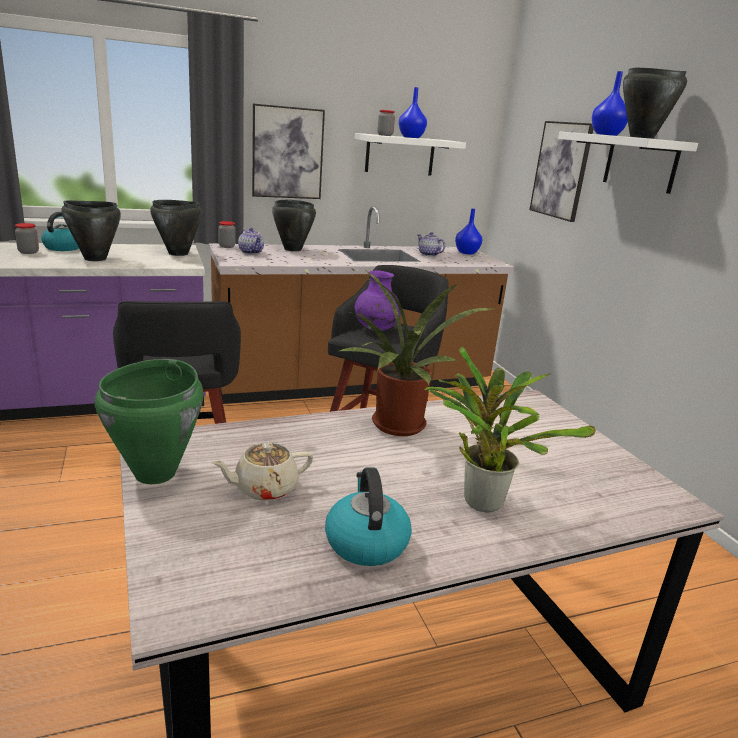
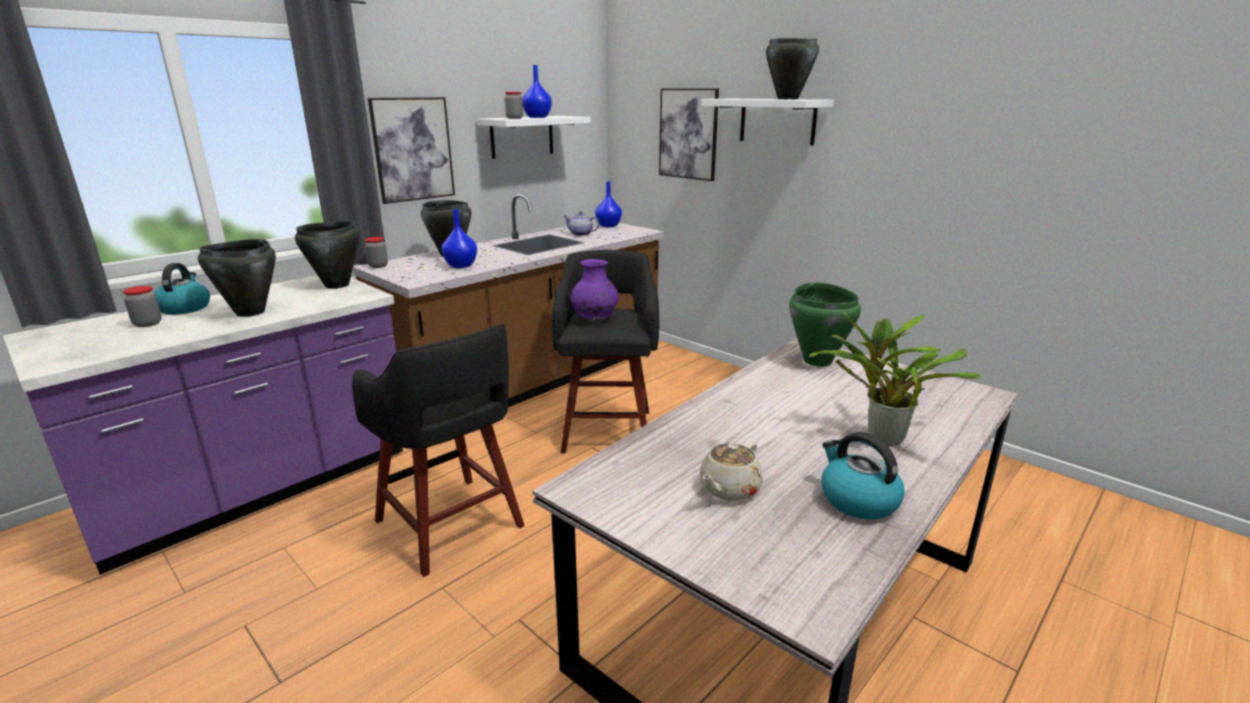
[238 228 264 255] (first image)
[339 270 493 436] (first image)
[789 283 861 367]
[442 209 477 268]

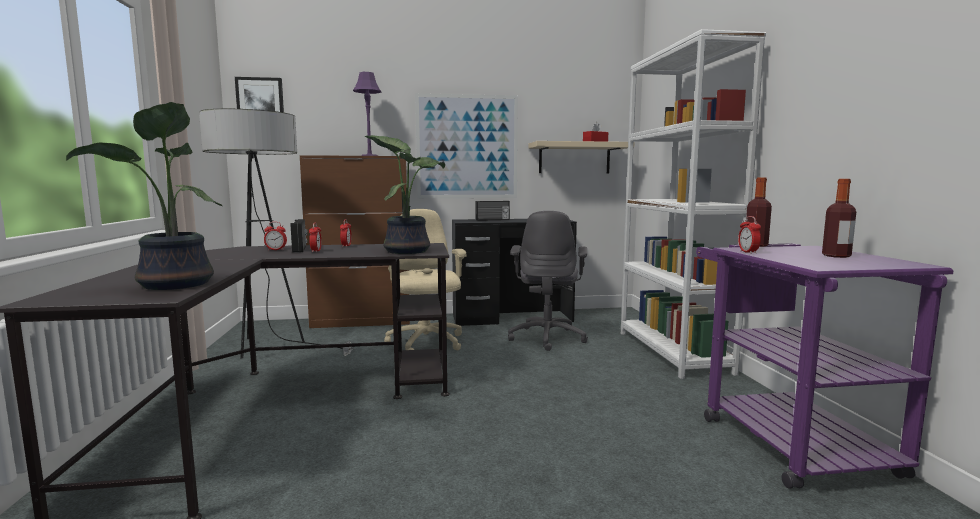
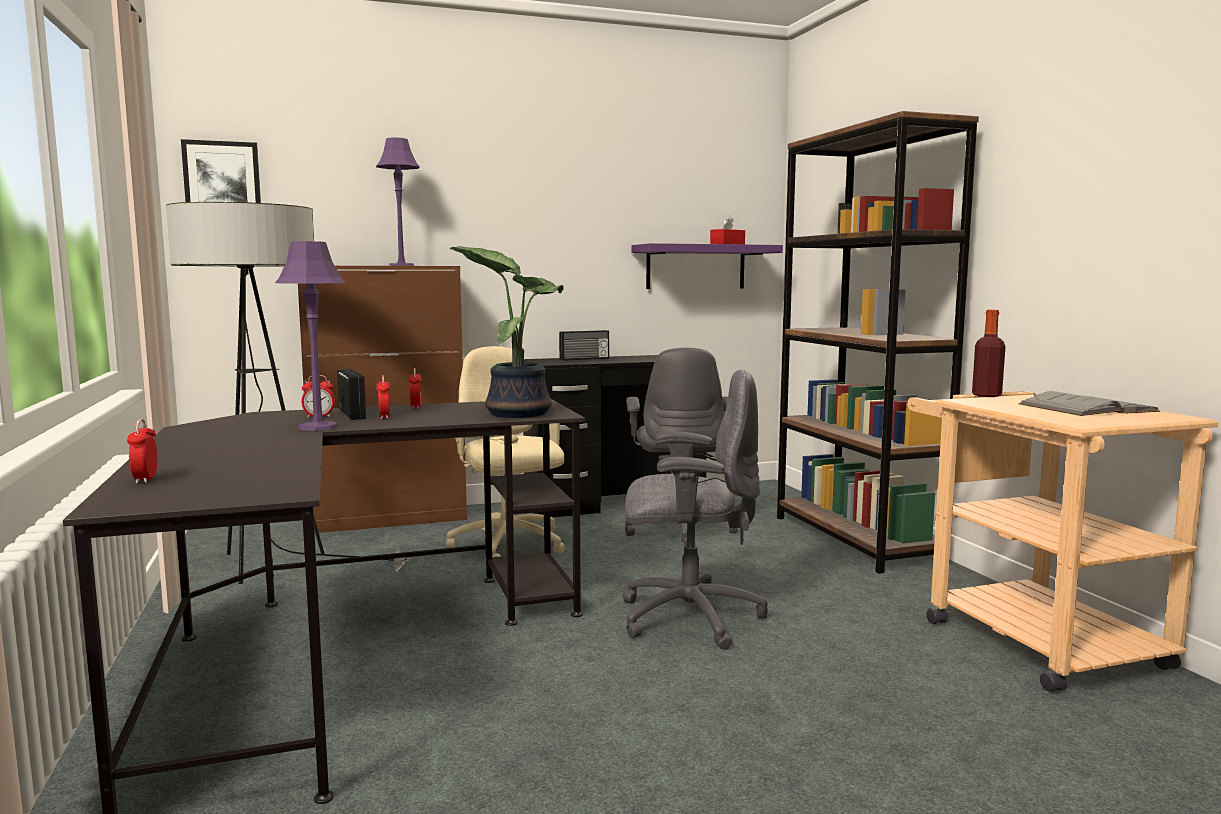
[66 102 222 290] (first image)
[415 93 518 198] (first image)
[275 241 346 431]
[623 369 768 650]
[127 419 158 484]
[1018 391 1160 416]
[631 243 783 289]
[777 111 979 574]
[907 391 1218 692]

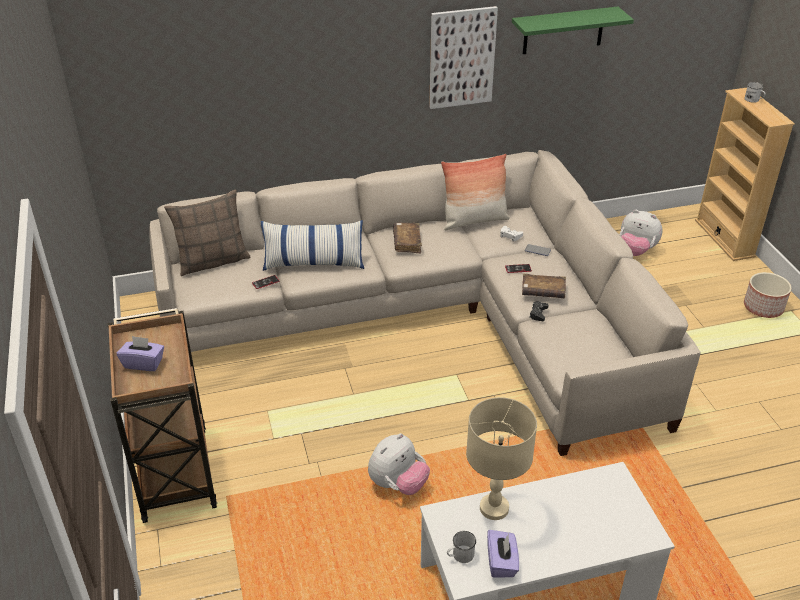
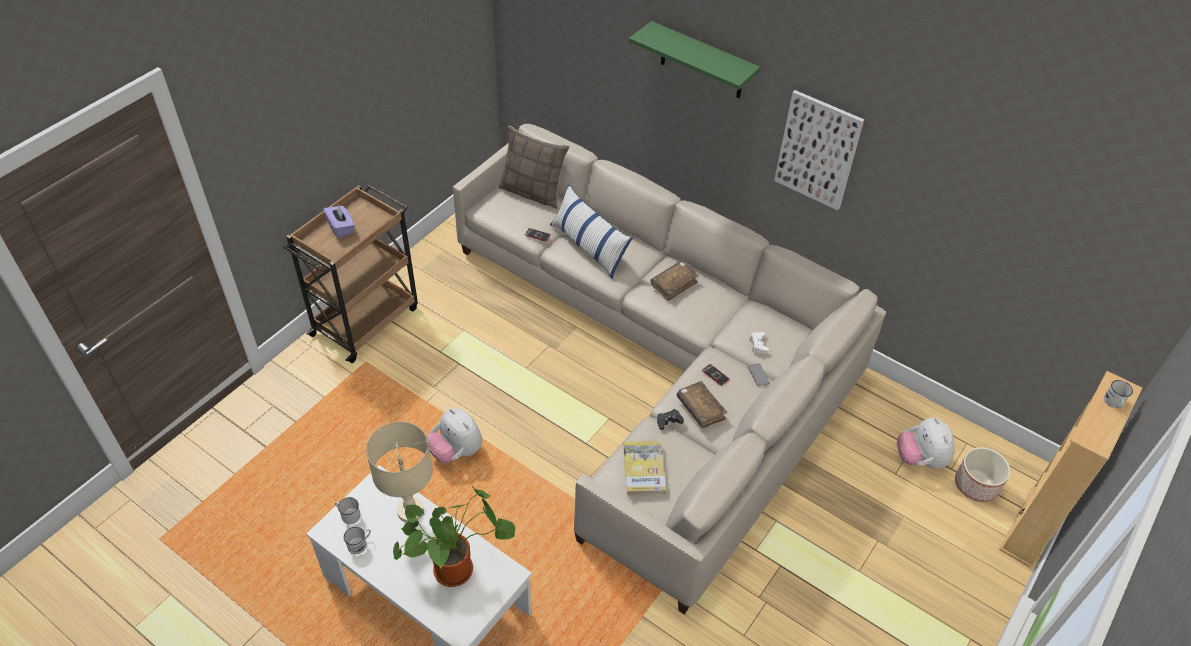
[441 154 510 230] (first image)
[393 486 515 587]
[623 441 666 496]
[629 21 760 98]
[955 447 1010 502]
[344 527 371 554]
[427 408 482 464]

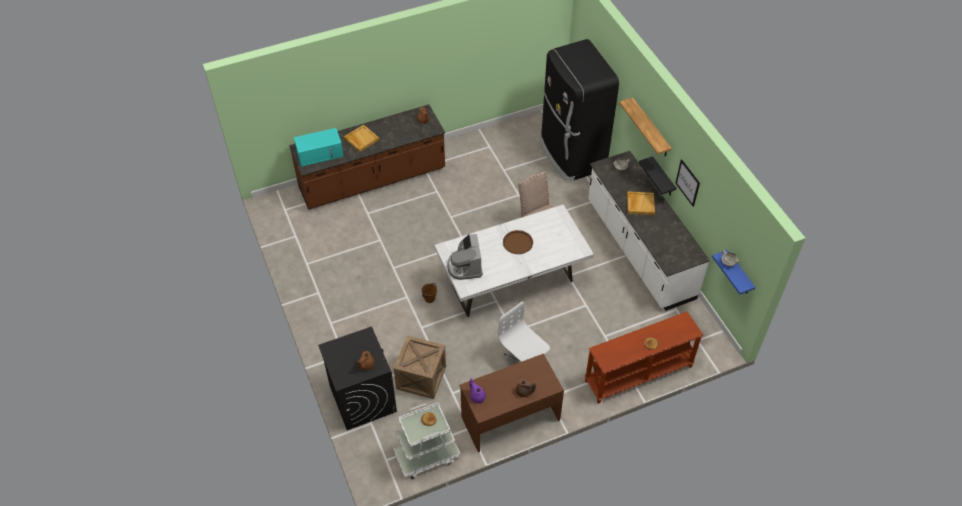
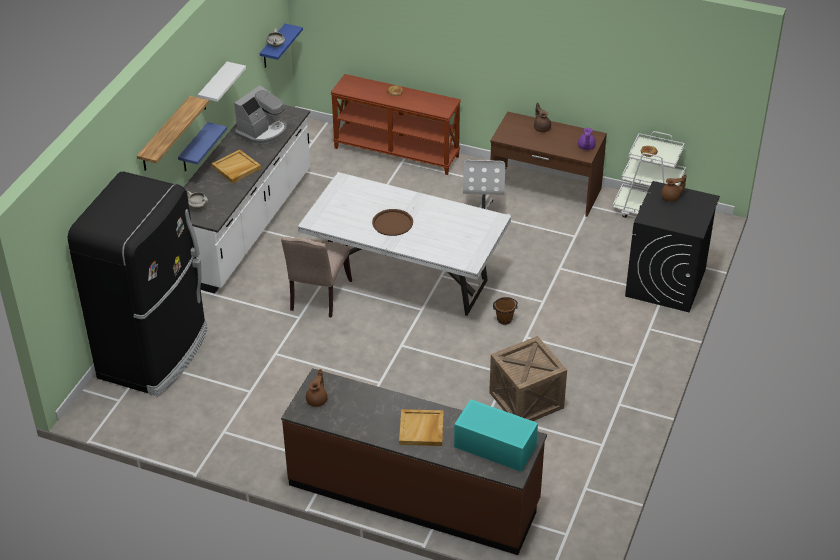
[489 336 567 421]
[234 85 287 144]
[198 62 246 110]
[178 122 227 172]

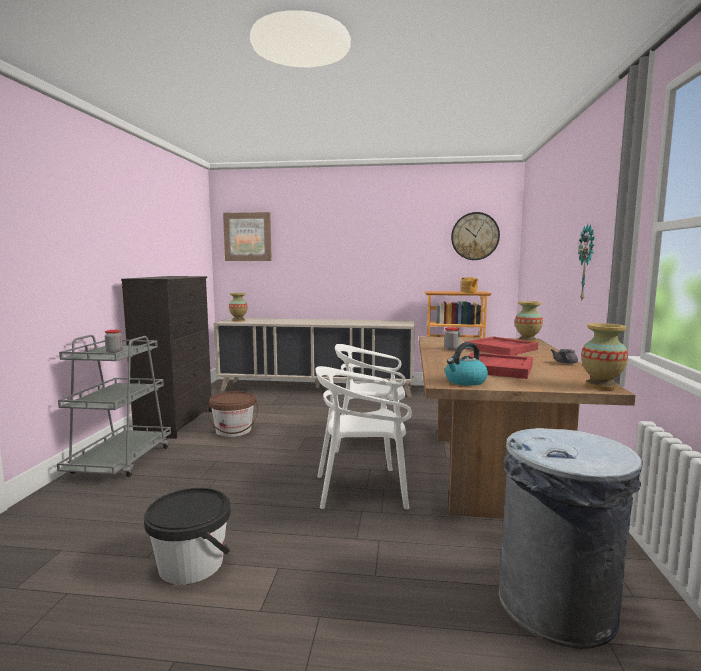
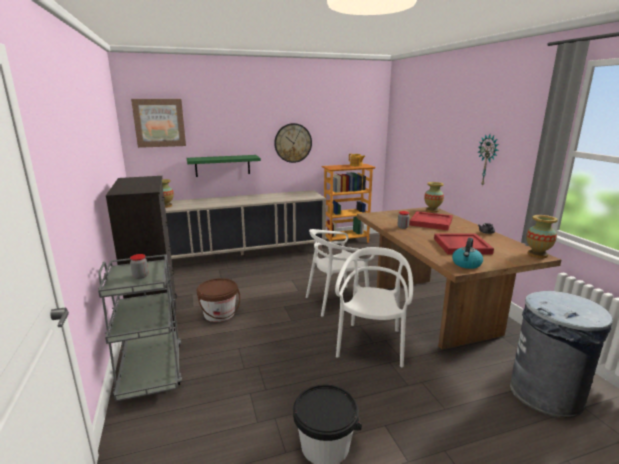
[187 155 261 177]
[274 123 312 163]
[335 247 413 367]

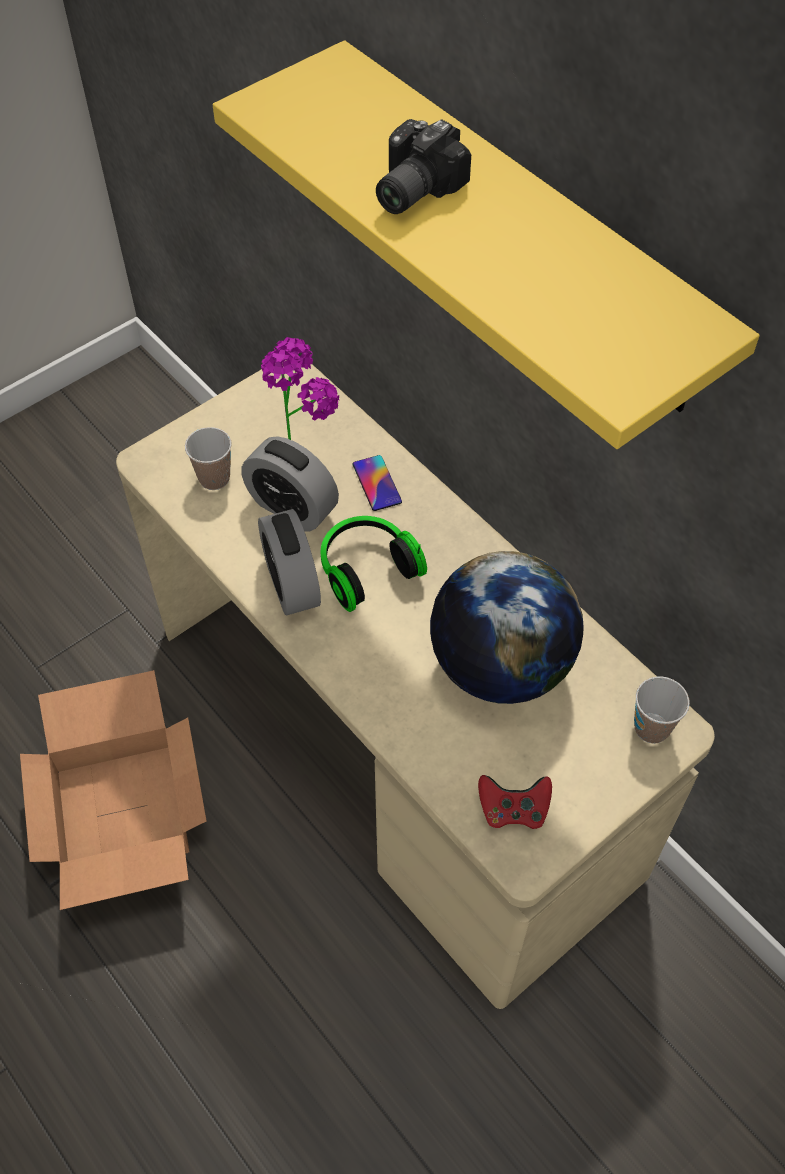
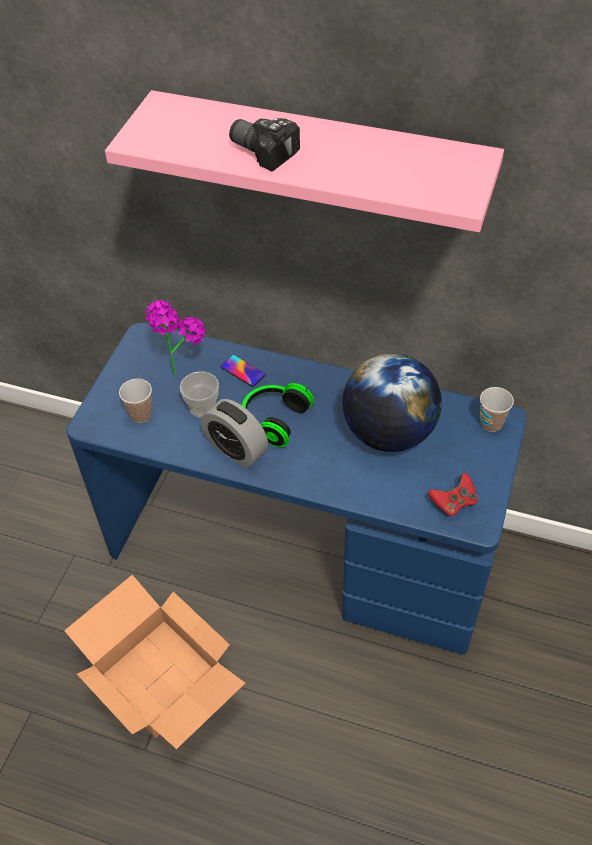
[180 371 219 418]
[66 323 527 654]
[105 90 504 232]
[229 118 300 171]

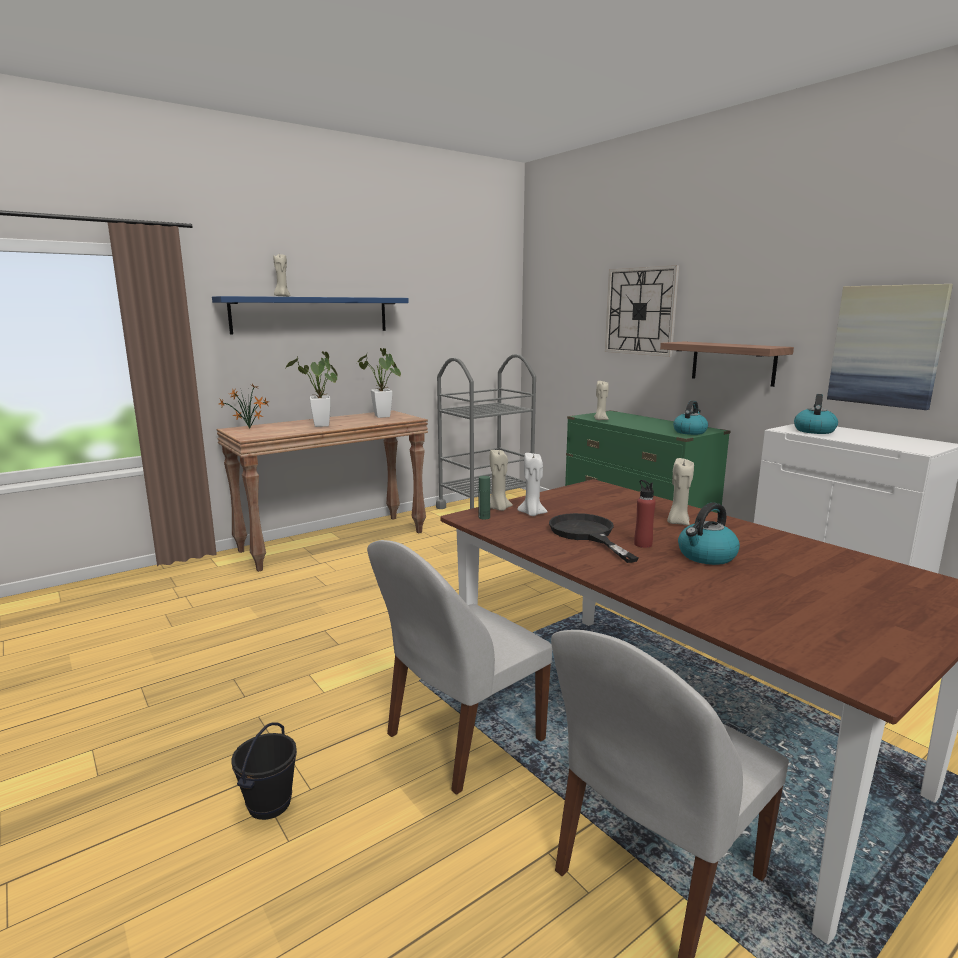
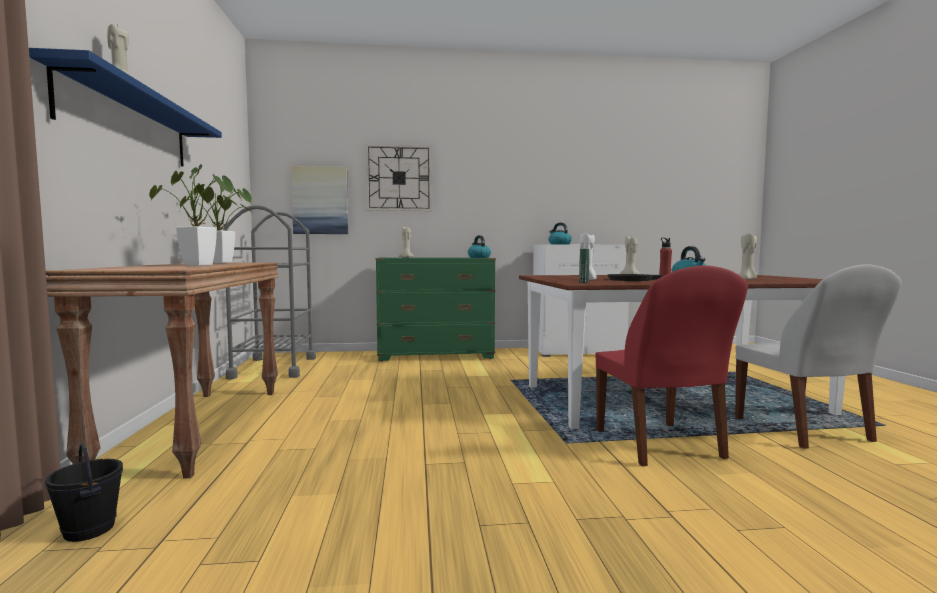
[219 384 269 428] (first image)
[660 341 794 387] (first image)
[45 443 123 542]
[739 234 757 279]
[291 166 348 234]
[595 265 748 466]

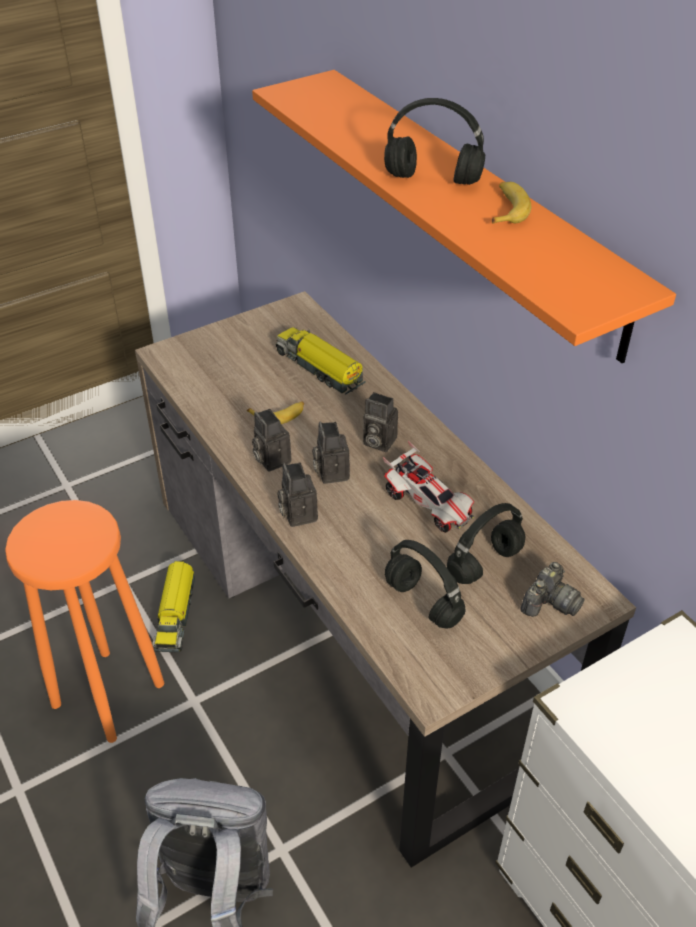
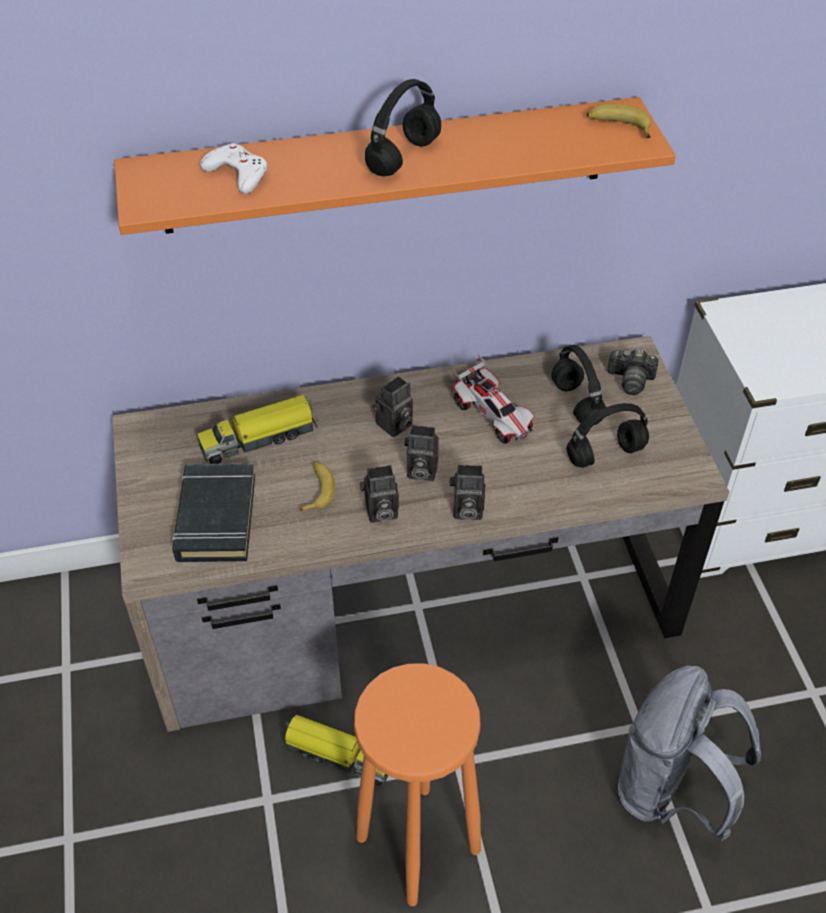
[172 463 255 562]
[200 143 267 194]
[587 104 652 138]
[452 354 535 444]
[608 349 658 395]

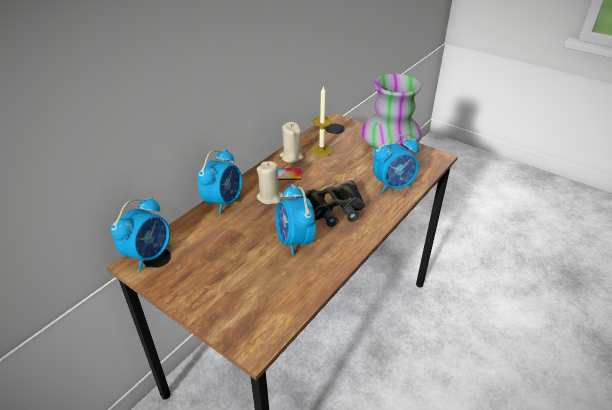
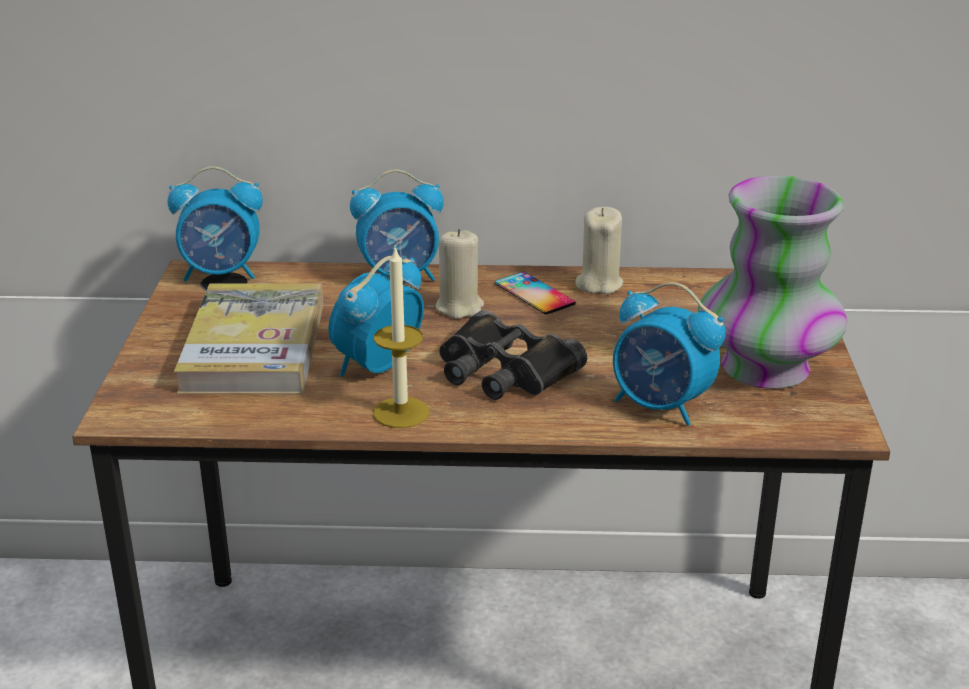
[174 283 324 394]
[373 247 429 428]

